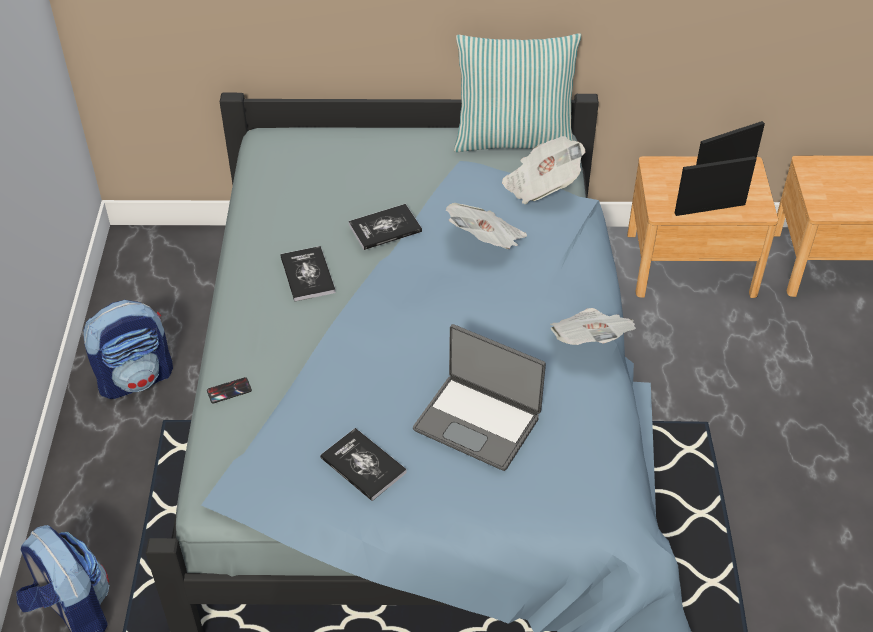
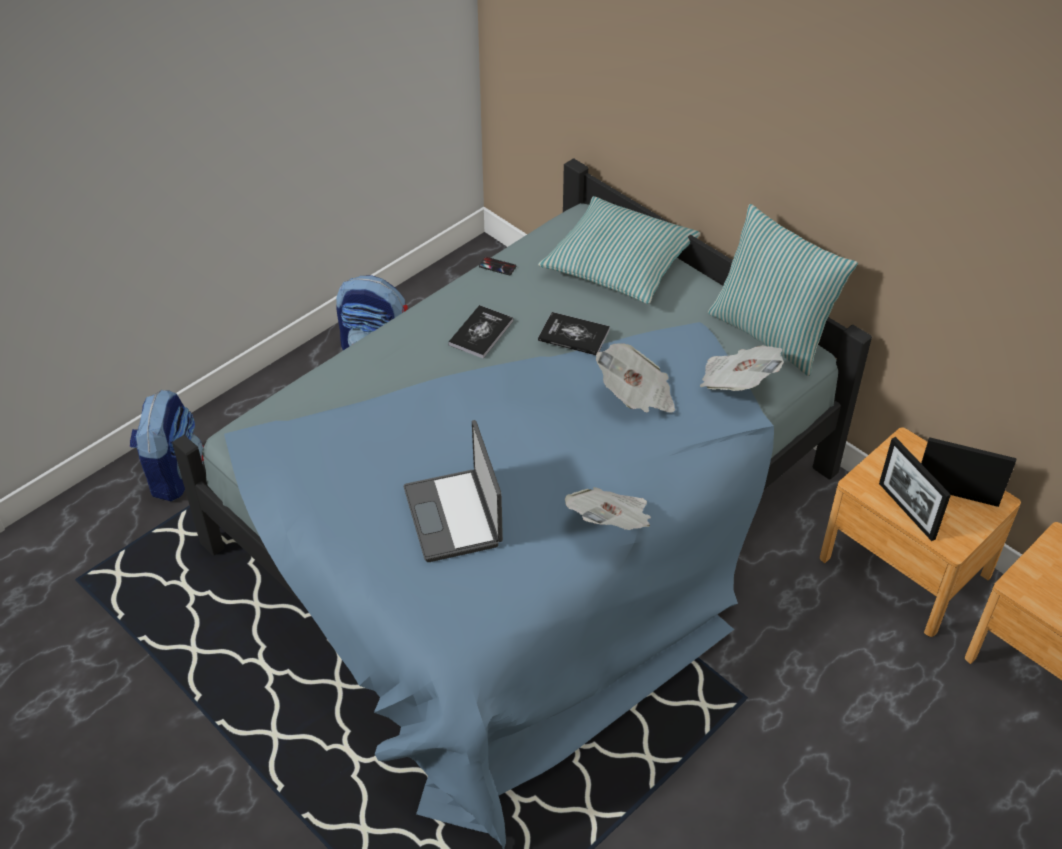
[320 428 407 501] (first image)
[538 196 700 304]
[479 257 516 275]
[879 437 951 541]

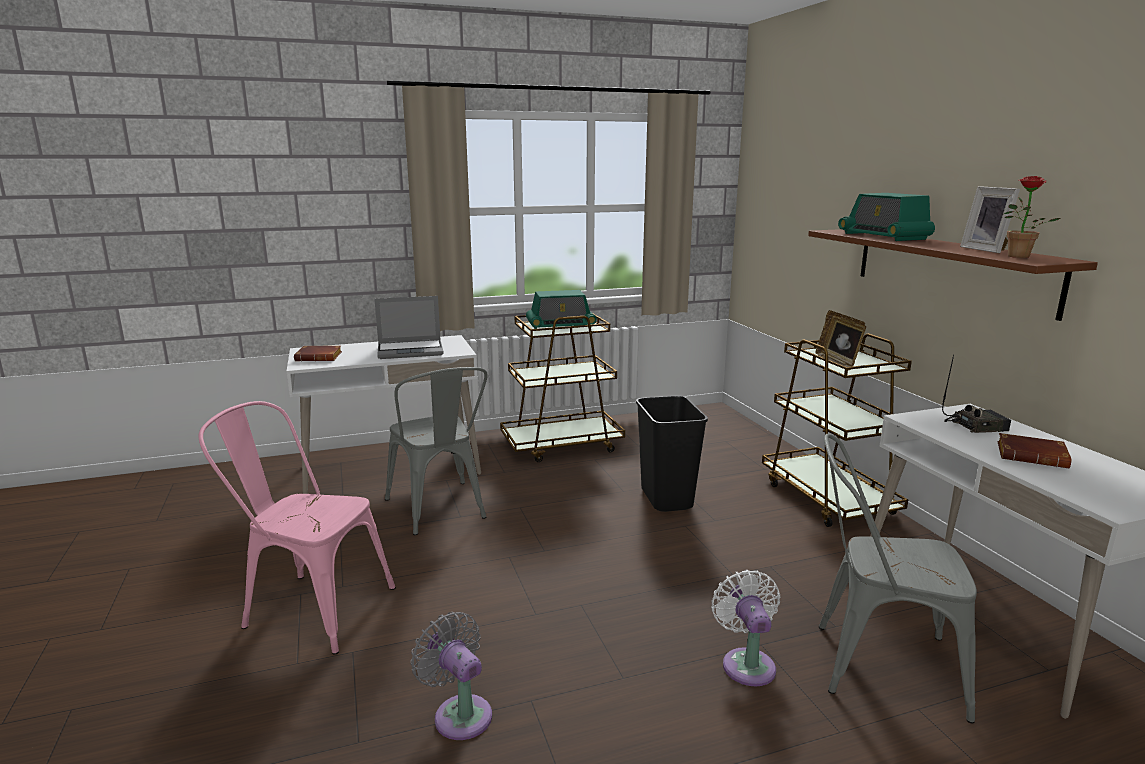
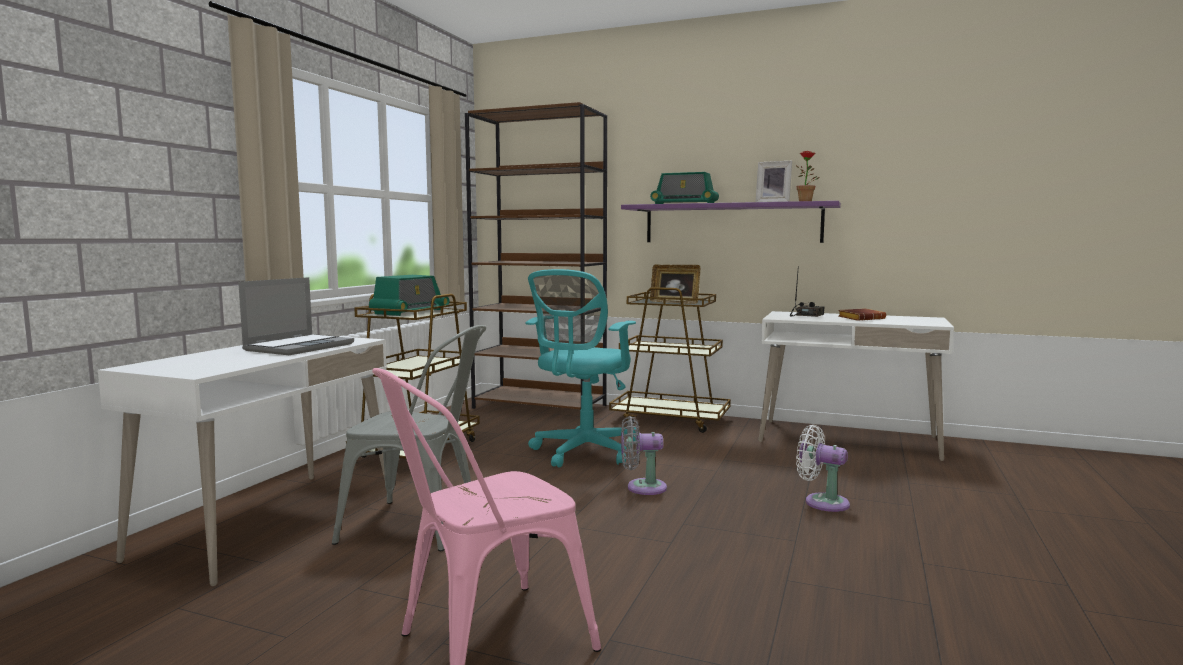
[294 346 342 361] (first image)
[819 434 977 724] (first image)
[465 102 607 410]
[621 416 667 495]
[525 269 637 468]
[621 201 841 243]

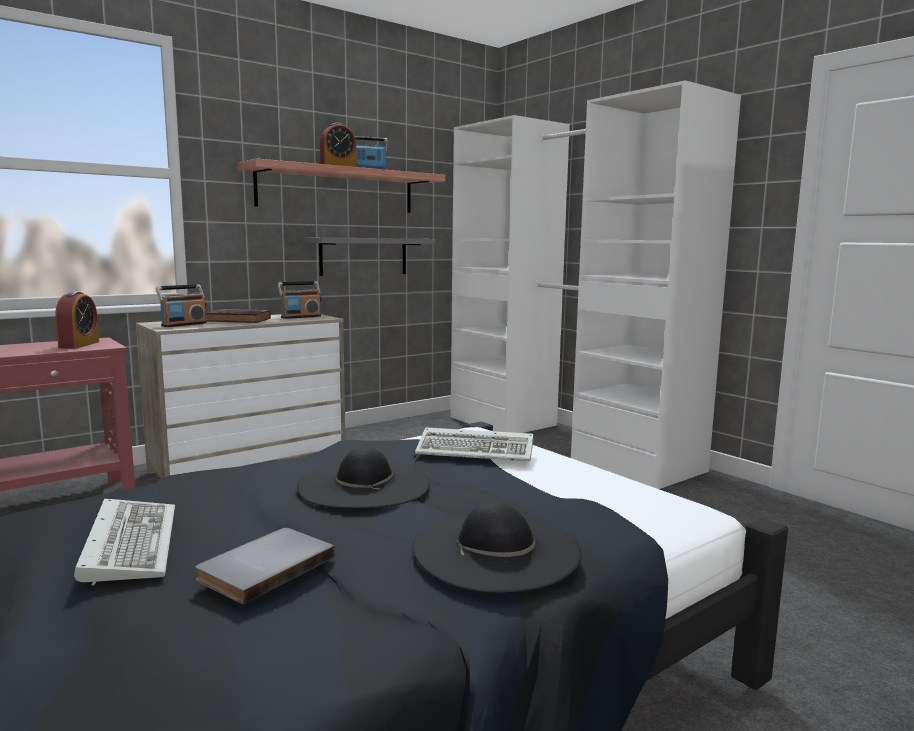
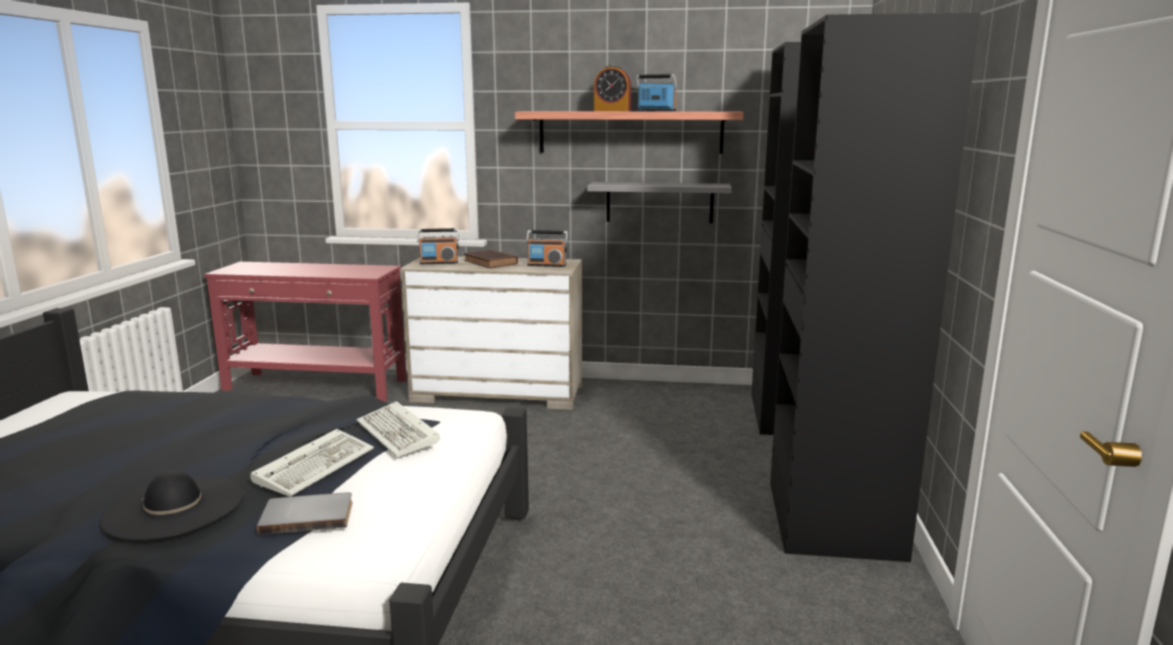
[55 291 99 349] (first image)
[297 447 430 508] (first image)
[250 429 374 497]
[257 492 353 535]
[752 12 981 562]

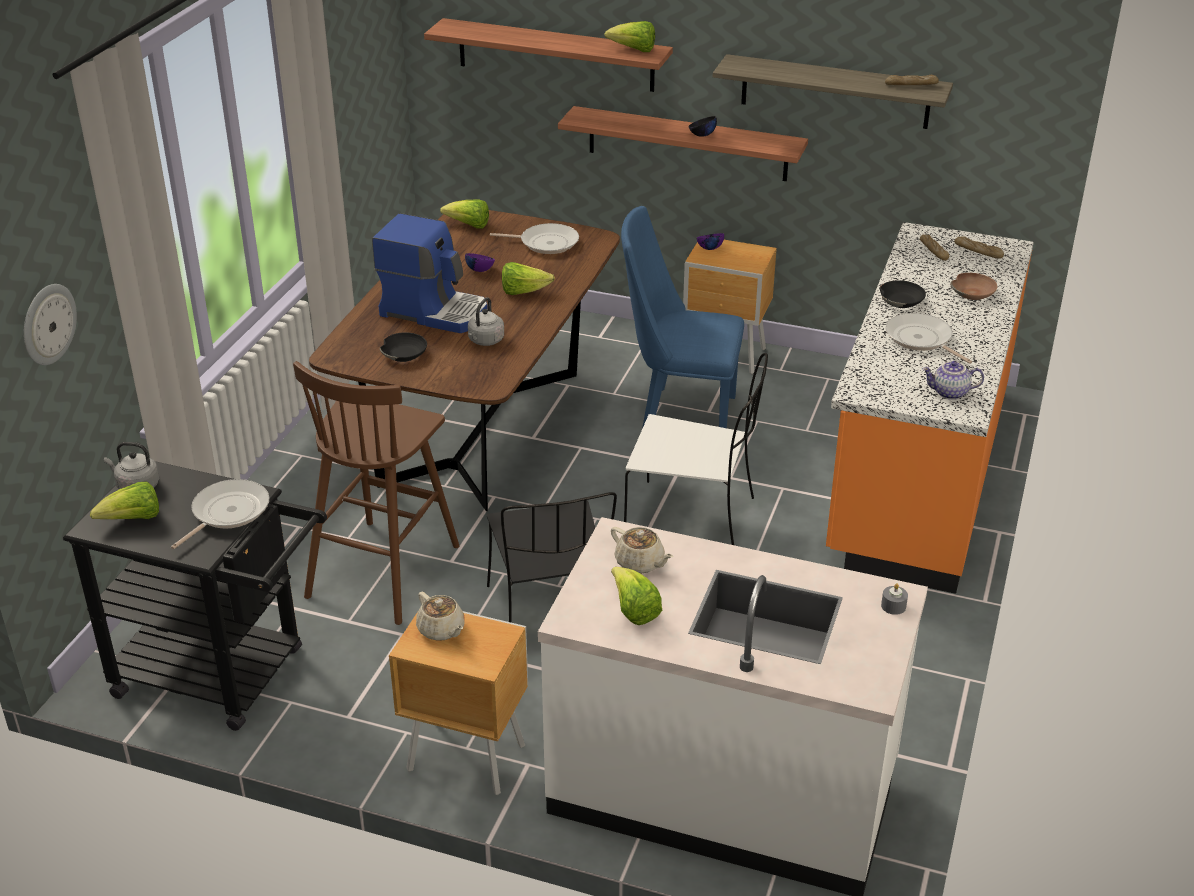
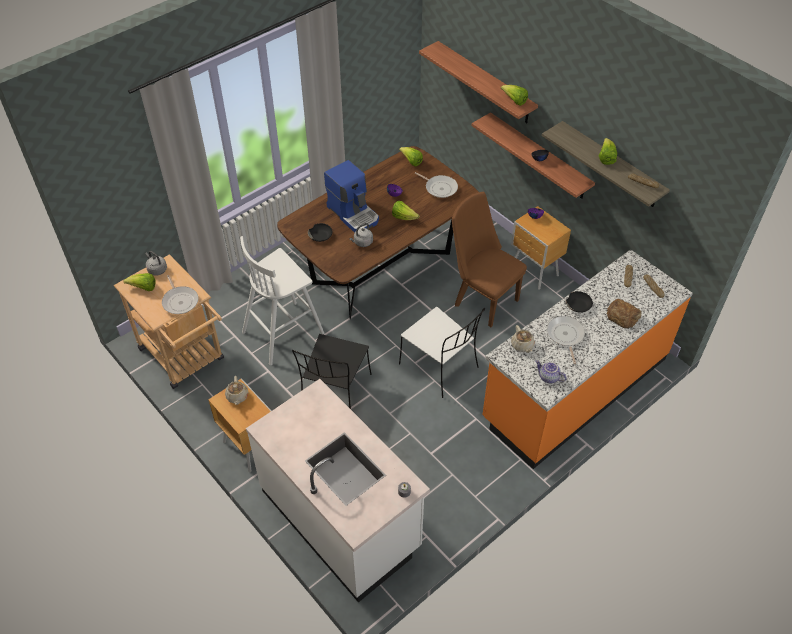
[24 284 77 365] (first image)
[511 325 535 353]
[598 138 617 165]
[607 299 642 328]
[114 254 224 389]
[240 236 324 365]
[452 192 527 327]
[162 275 199 314]

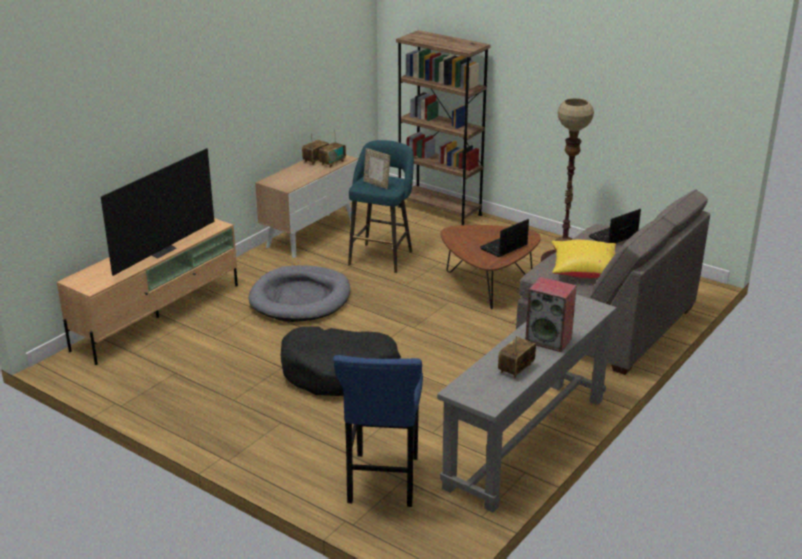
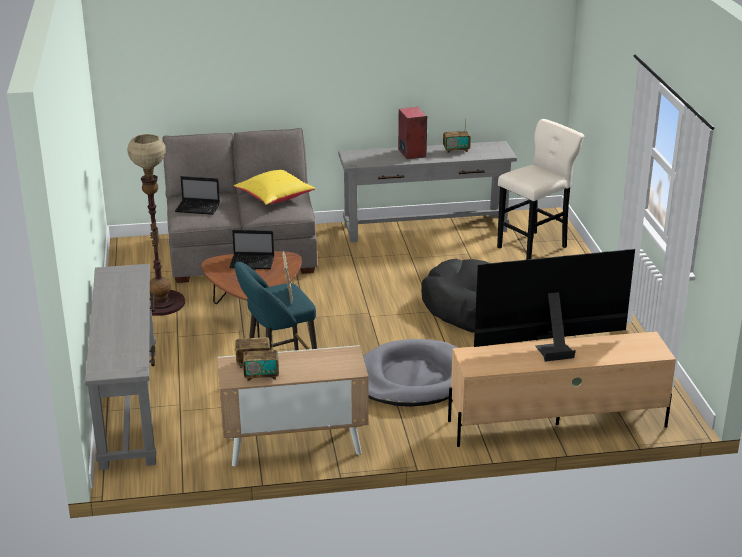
[85 264 156 470]
[497 119 584 260]

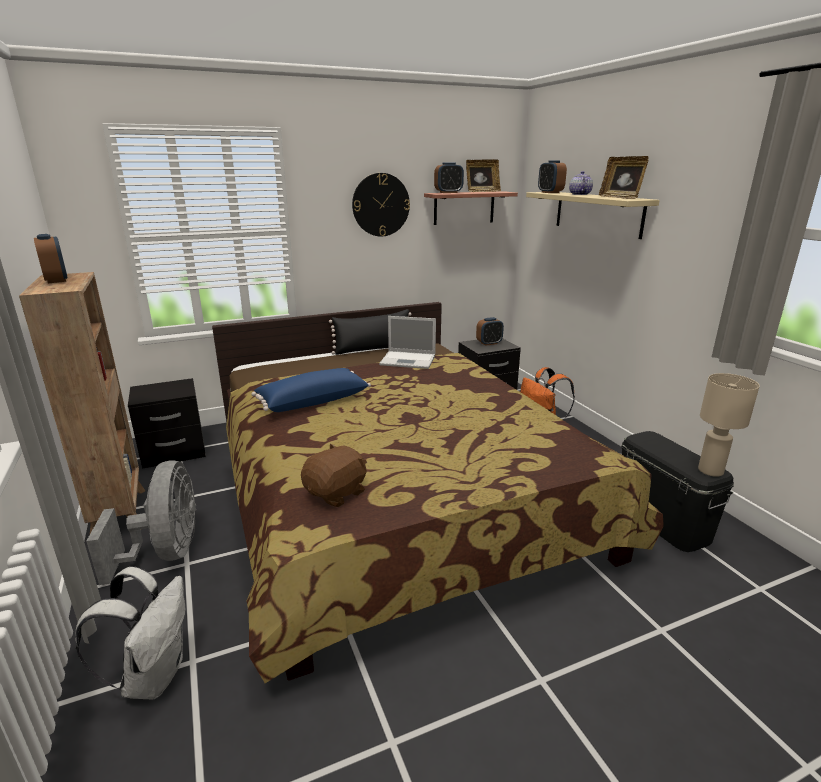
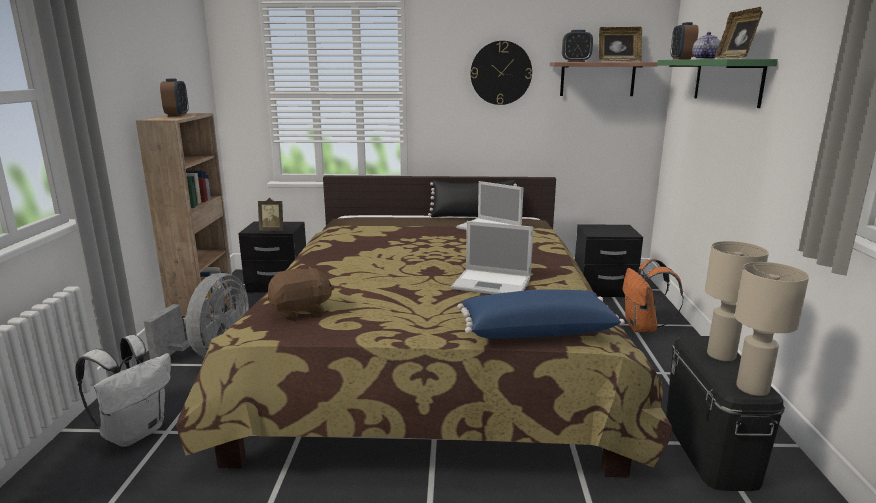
[476 317 504 346] (first image)
[258 198 283 231]
[451 221 533 294]
[705 241 769 361]
[457 289 625 338]
[657 59 778 108]

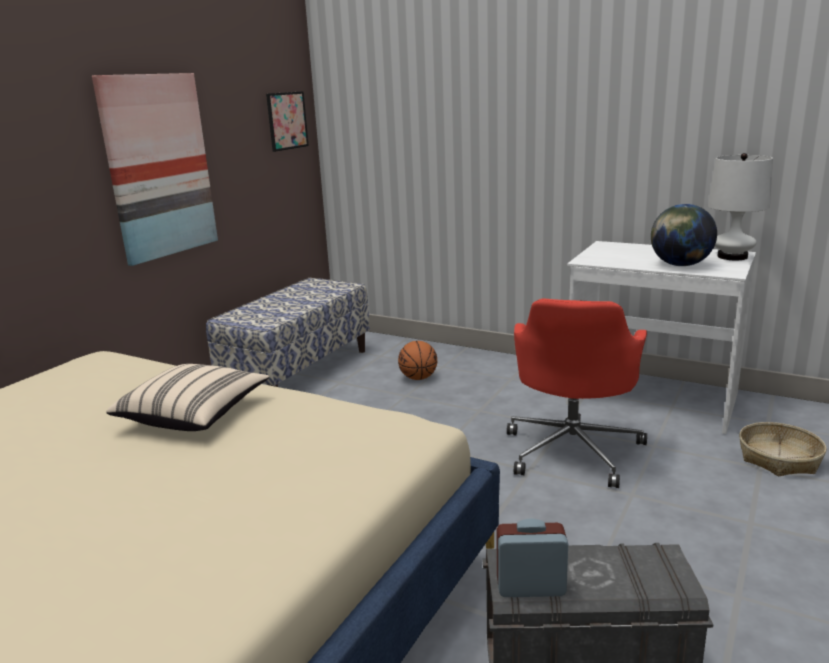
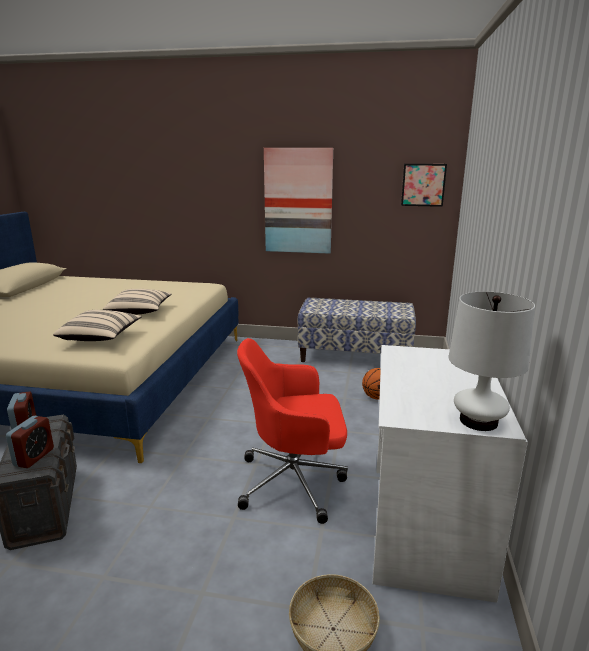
[651 204 717 266] (first image)
[6 416 54 468]
[53 310 142 341]

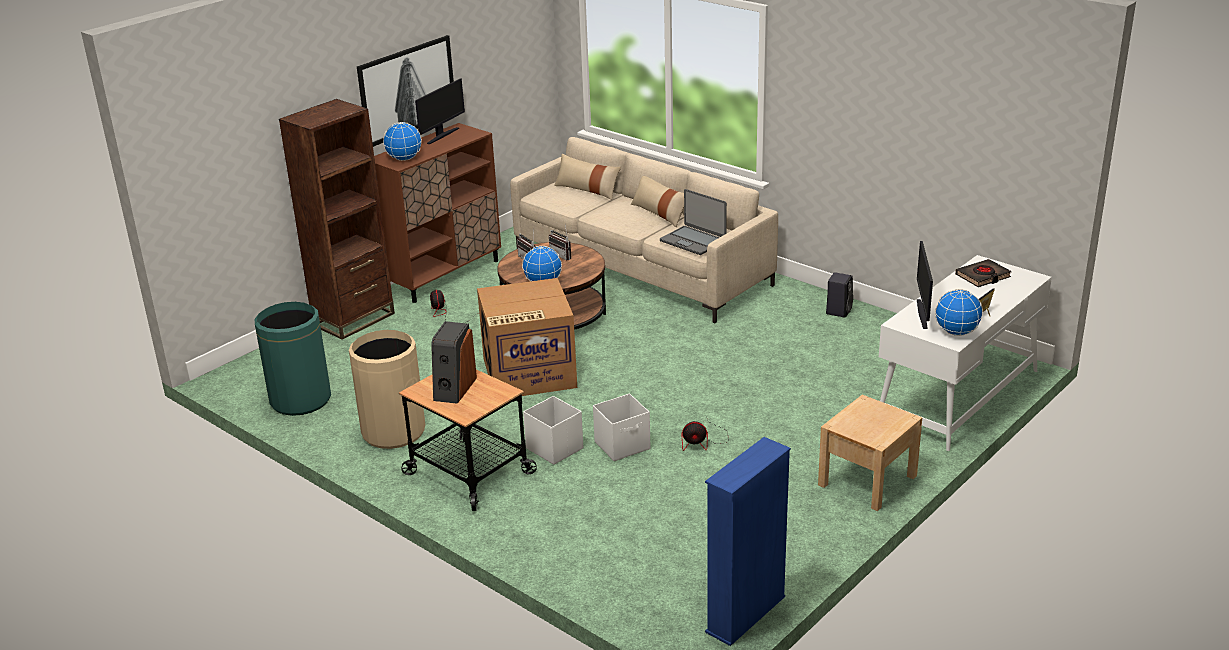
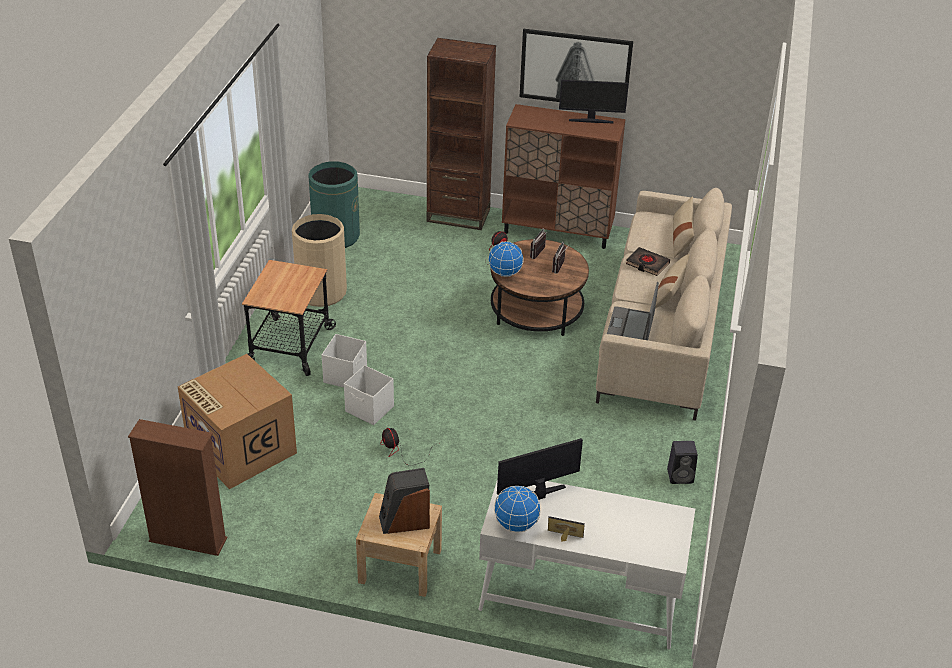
[383 122 422 161] (first image)
[379 468 430 534]
[178 354 297 489]
[626 247 670 276]
[128 419 228 556]

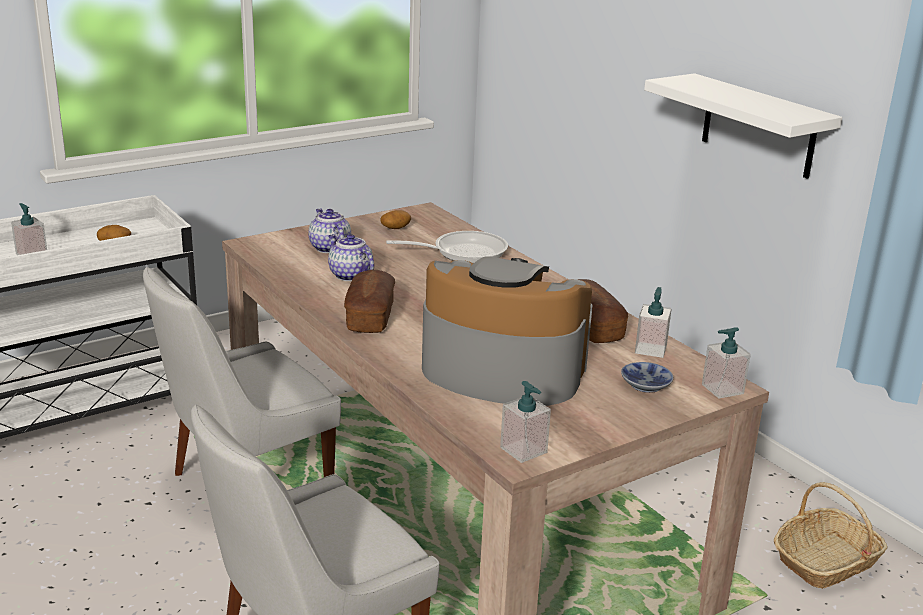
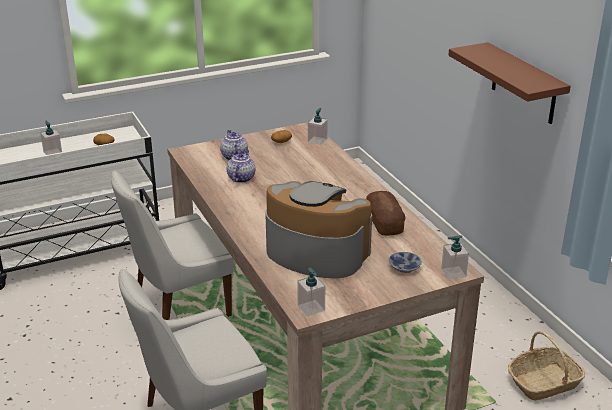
[344 270 395 333] (first image)
[386 231 508 263] (first image)
[308 108 328 145]
[448 42 571 124]
[227 150 256 183]

